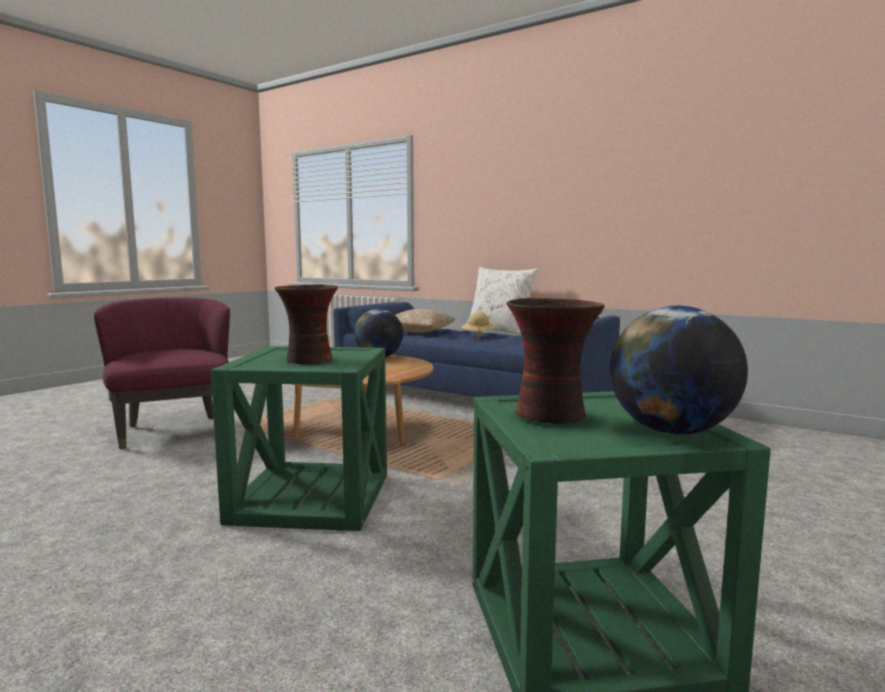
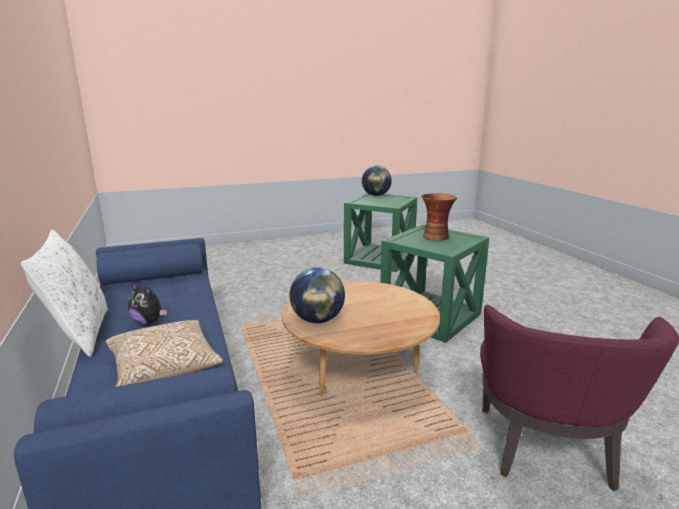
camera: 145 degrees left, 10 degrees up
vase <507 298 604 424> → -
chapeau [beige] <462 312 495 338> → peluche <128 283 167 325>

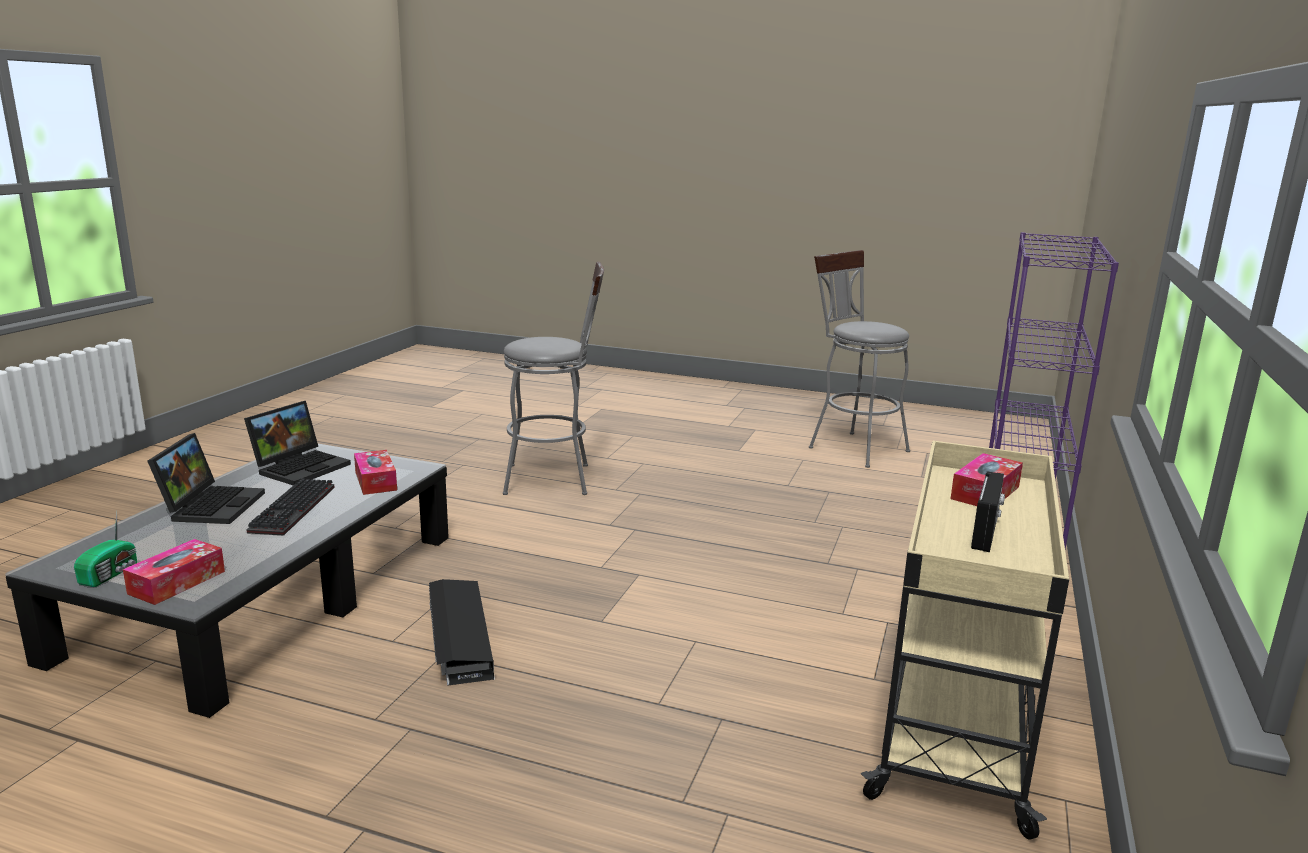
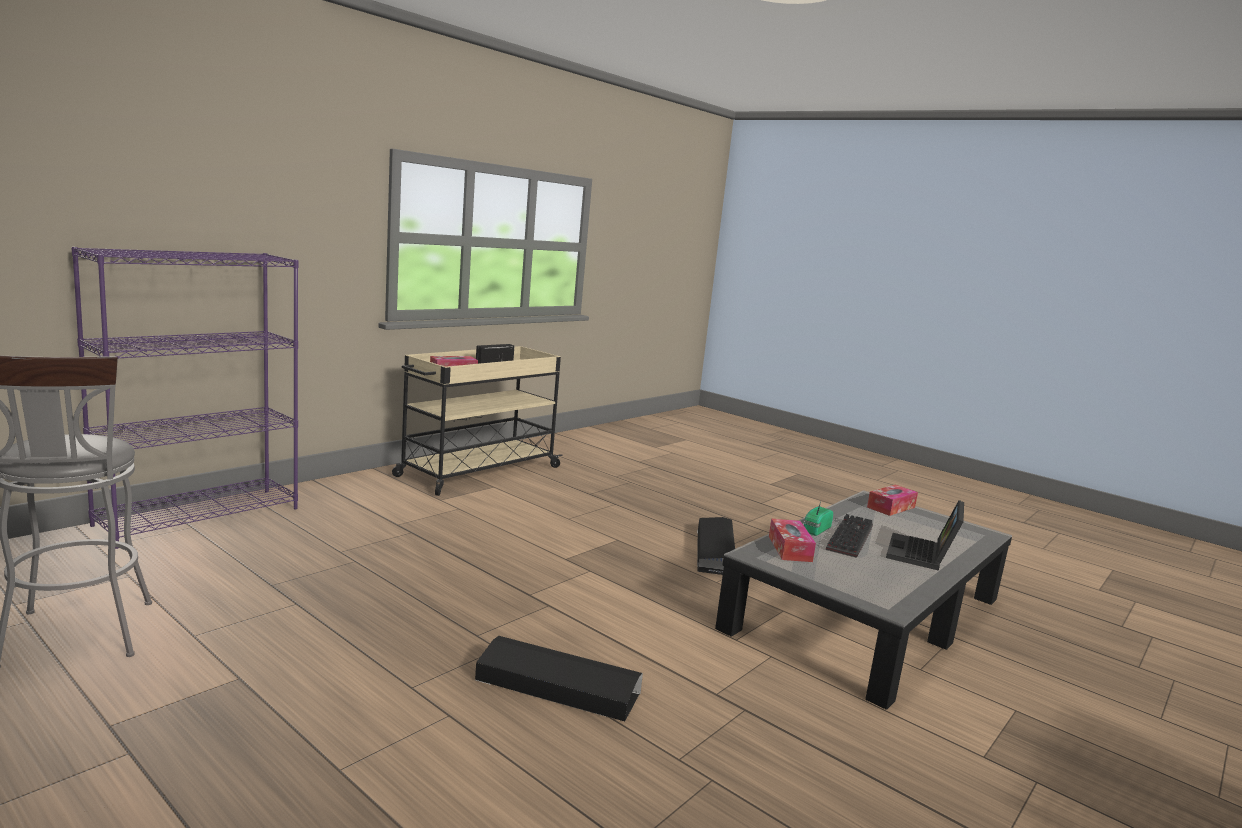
camera: 160 degrees left, 5 degrees down
tabouret [gris] <503 262 604 495> → boîte de rangement [noir] <475 636 643 721>
ordinateur portable <244 401 351 485> → -
radio <74 510 137 587> → radio <803 501 833 536>, moved

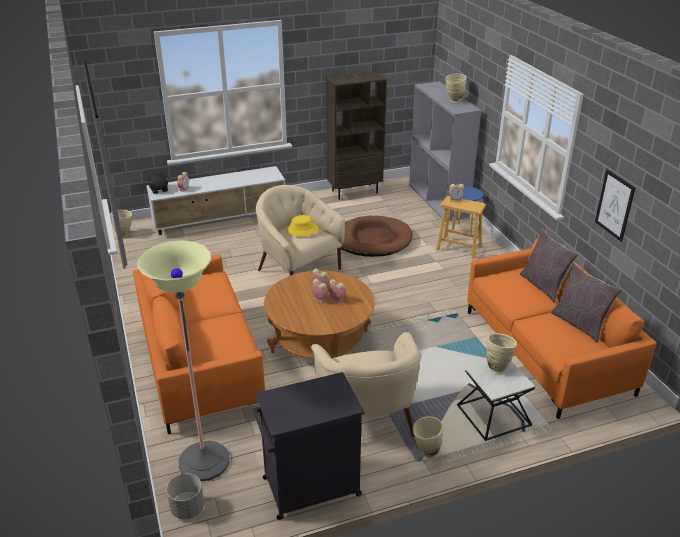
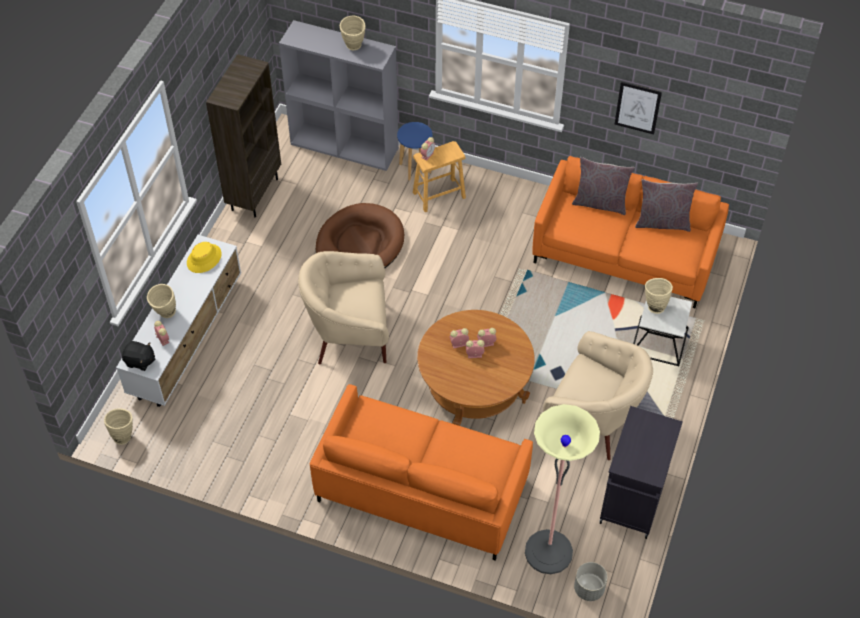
camera: 50 degrees left, 20 degrees up
chapeau [jaune] <286 215 319 237> → chapeau [jaune] <187 242 222 273>, moved
vase [beige] <413 416 443 459> → vase [beige] <147 284 176 318>, moved

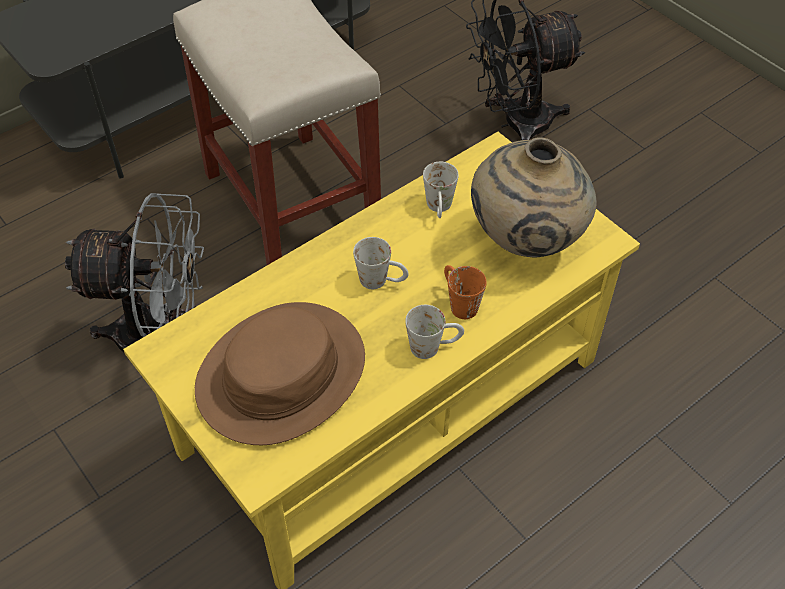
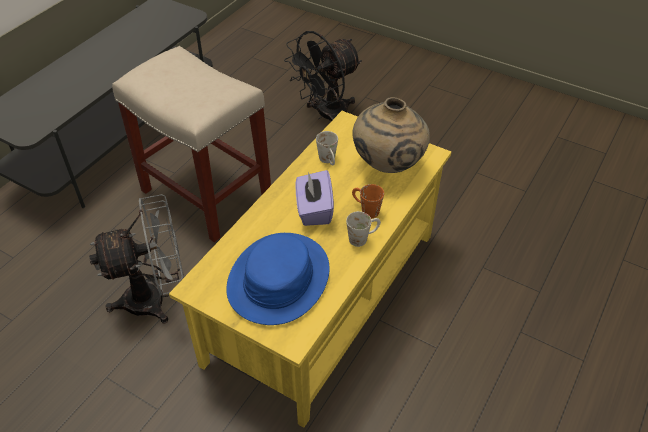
camera: 20 degrees left, 5 degrees down
mug [blanc] <353 237 409 289> → boîte à mouchoirs [violet] <296 170 334 226>
chapeau [marron] <195 302 365 445> → chapeau [bleu] <226 233 330 325>

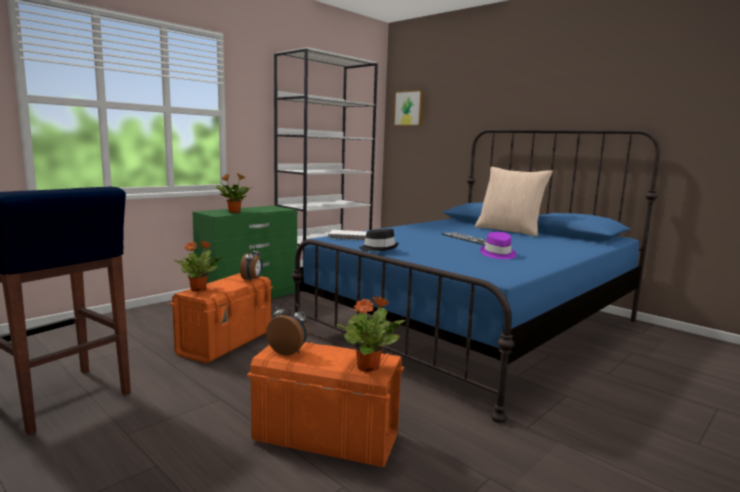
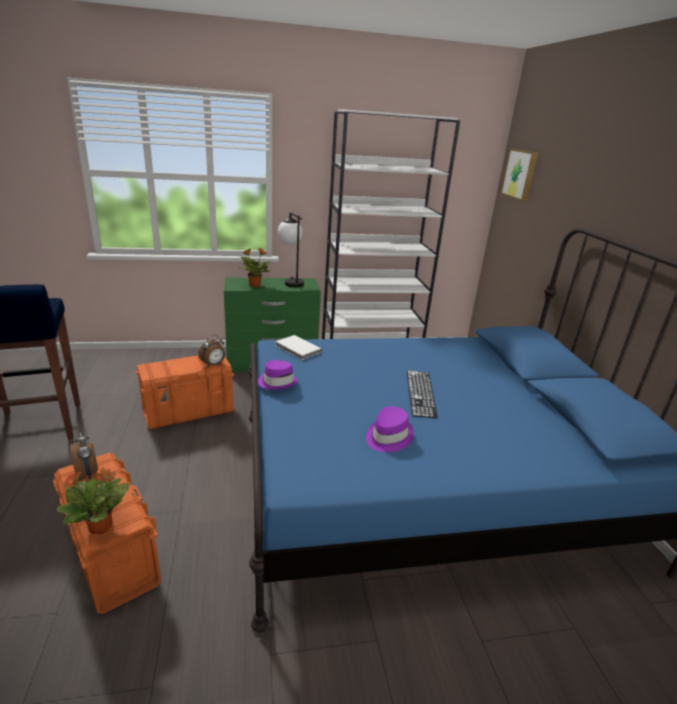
camera: 35 degrees right, 15 degrees up
coussin [beige] <475 167 553 237> → -
chapeau [noir] <359 229 399 251> → chapeau [violet] <258 360 298 390>
plante en pot <174 241 222 292> → -
- → lampe de table <278 212 304 287>

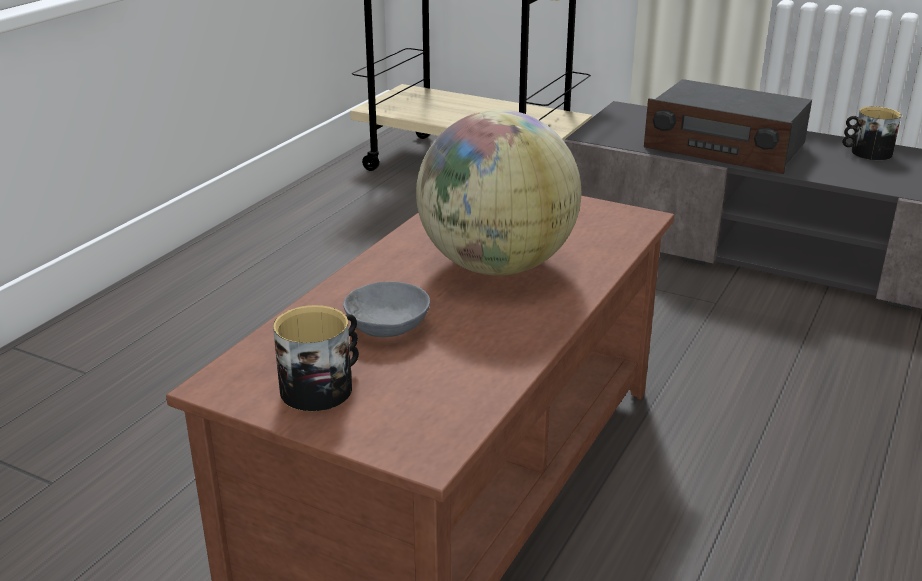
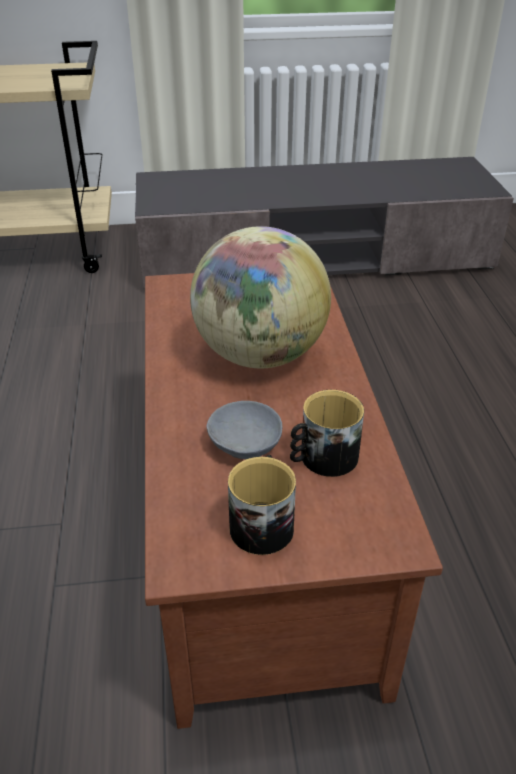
camera: 35 degrees left, 10 degrees up
radio <644 79 812 174> → -
mug <842 107 901 160> → mug <290 390 364 477>, moved

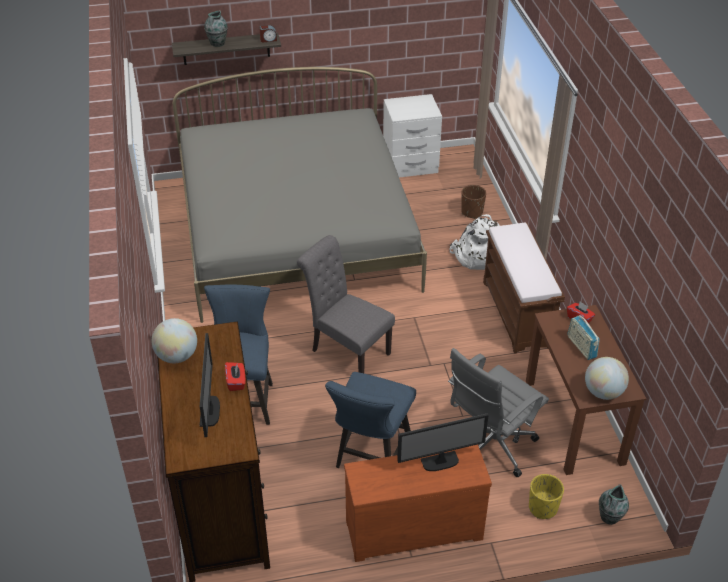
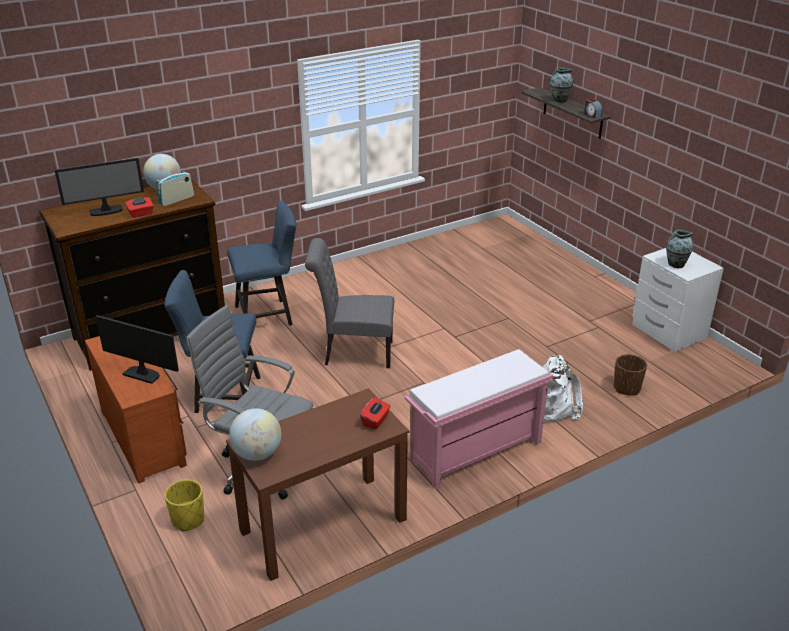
camera: 70 degrees right, 10 degrees down
lit [gris] <173 67 427 323> → -
banc [marron] <483 223 565 354> → banc [rose] <405 349 553 489>
chaise [gris] <297 235 395 373> → chaise [gris] <305 238 394 368>, 105 degrees counterclockwise
radio <567 315 600 360> → radio <156 168 194 206>, moved
écran d'ordinateur <397 413 489 471> → écran d'ordinateur <95 315 179 384>, 150 degrees clockwise
vase <599 484 629 525> → vase <666 229 693 268>, moved

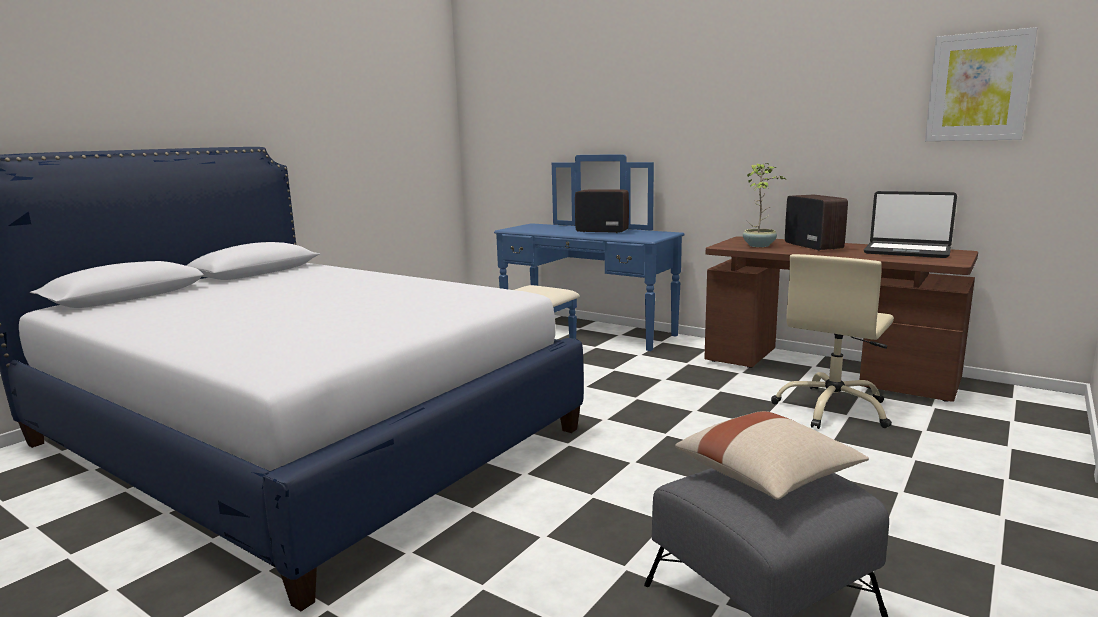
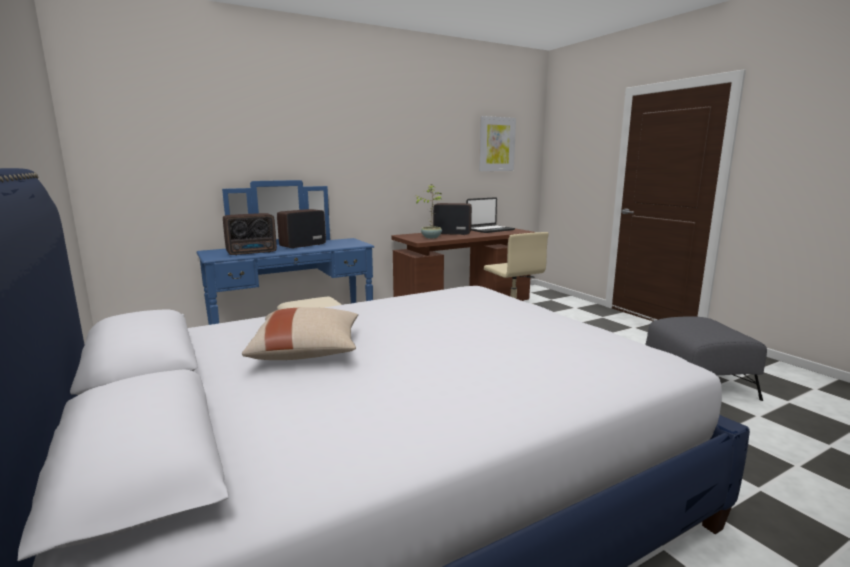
camera: 65 degrees left, 0 degrees up
coussin [beige] <675 411 869 500> → coussin [beige] <242 307 358 360>, moved
- → radio <223 213 277 255>

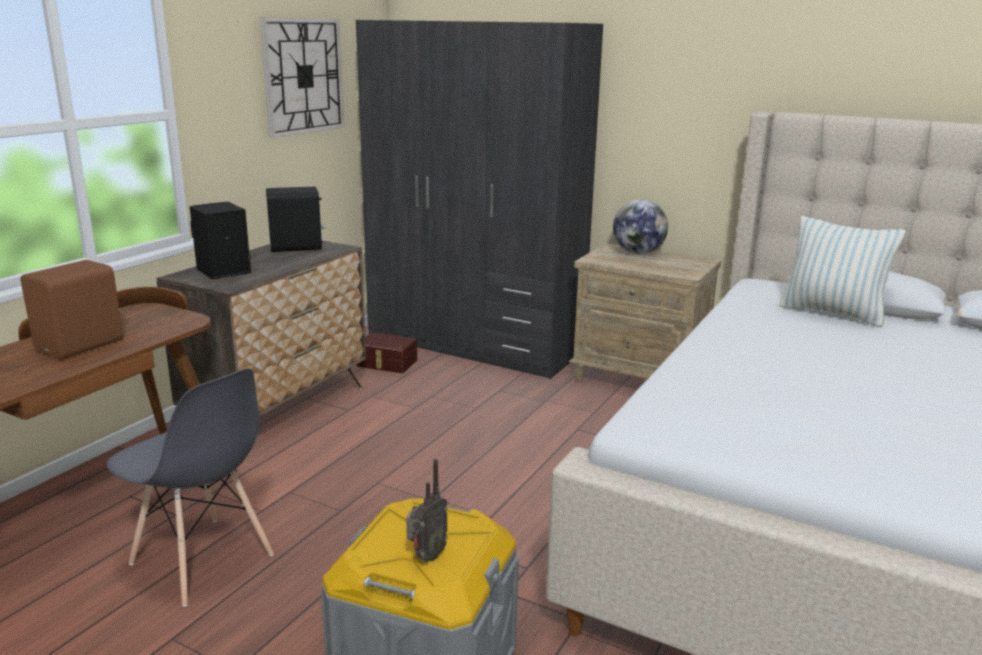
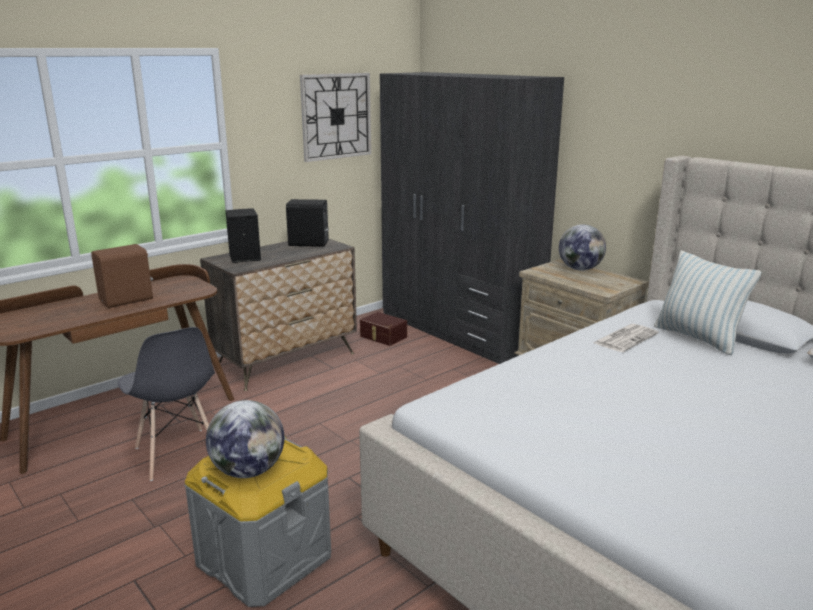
camera: 20 degrees right, 0 degrees up
radio <406 459 448 562> → globe <206 400 284 478>
- → journal <594 324 659 352>

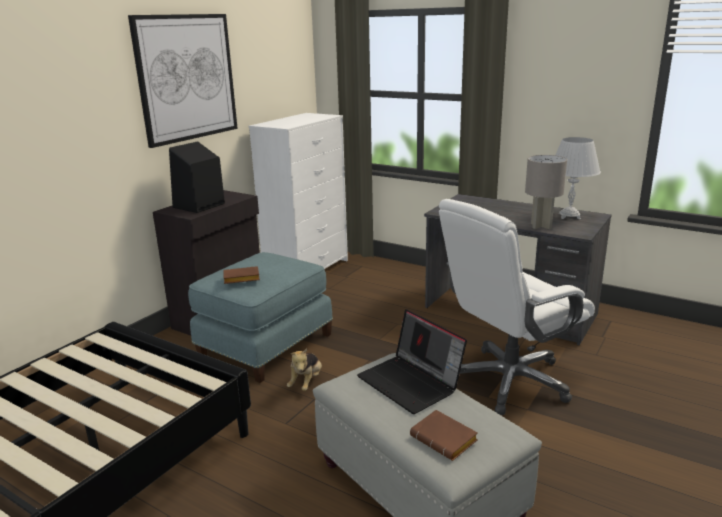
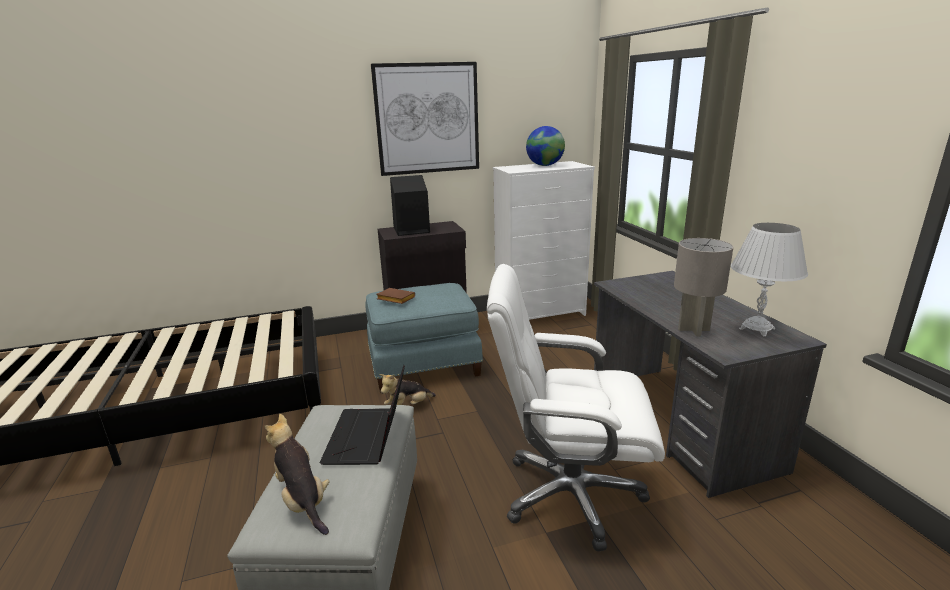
camera: 40 degrees right, 0 degrees up
livre [marron] <410 410 478 461> → peluche <265 414 330 535>
- → globe <526 126 565 166>

